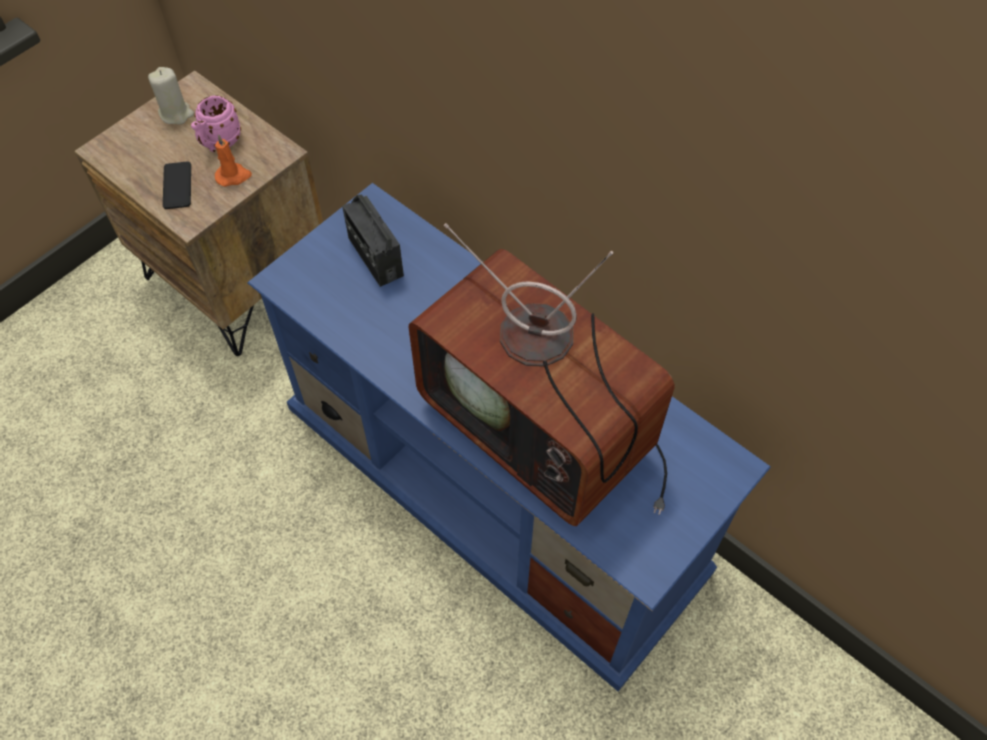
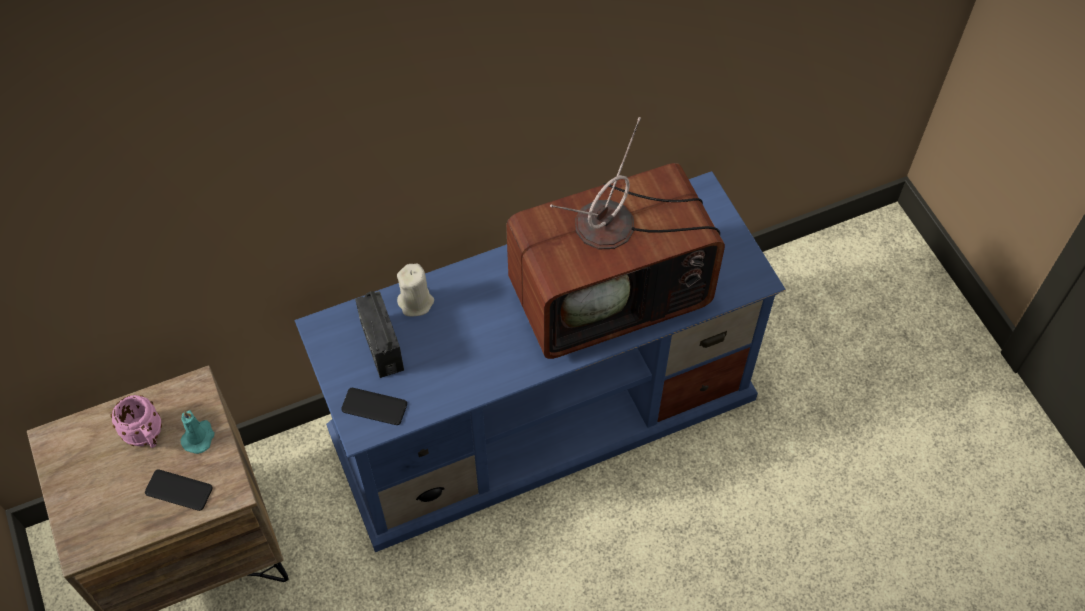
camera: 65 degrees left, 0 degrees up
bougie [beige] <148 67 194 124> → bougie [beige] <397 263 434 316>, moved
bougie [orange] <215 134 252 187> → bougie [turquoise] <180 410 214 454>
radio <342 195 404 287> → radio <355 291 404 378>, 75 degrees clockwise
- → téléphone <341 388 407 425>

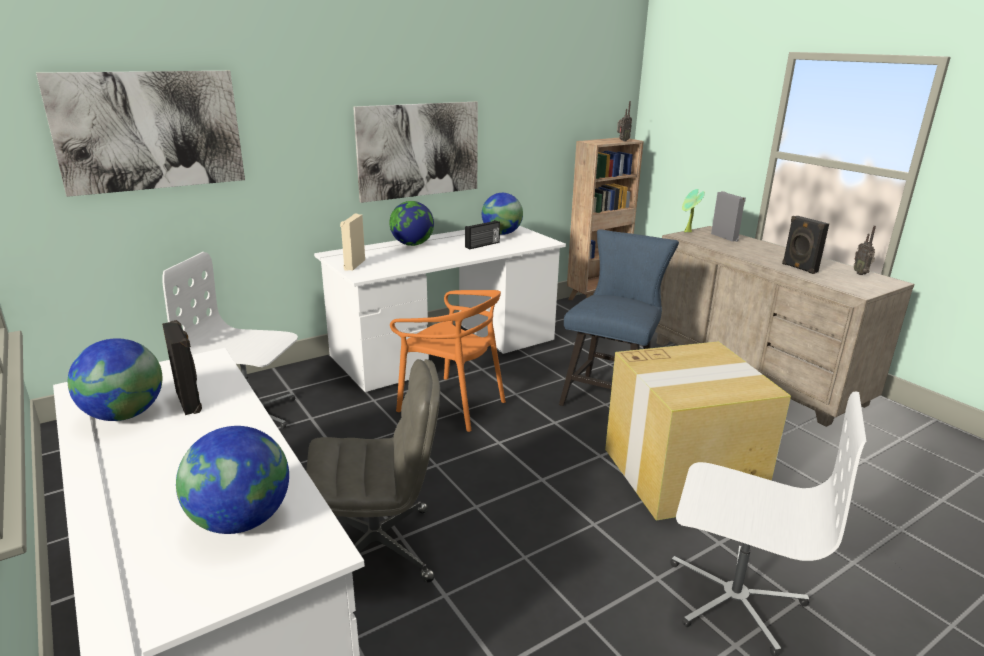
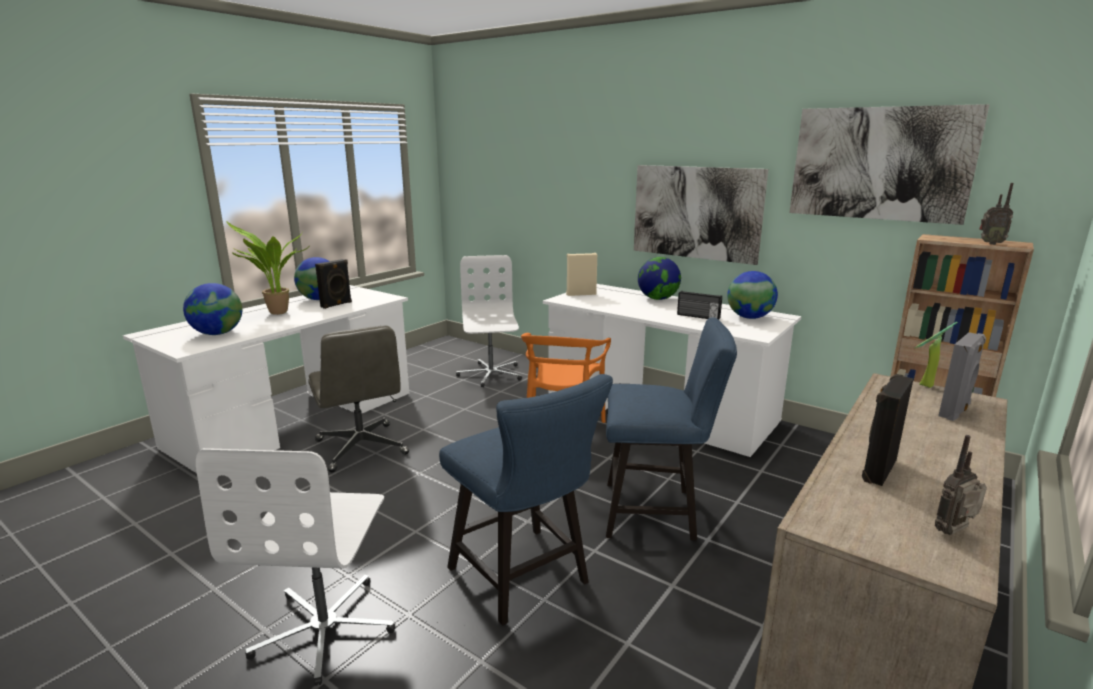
camera: 70 degrees right, 5 degrees down
tableau <36 71 245 197> → tableau <789 104 990 225>, moved
carton <605 341 791 520> → chaise [bleu] <439 374 613 625>
- → plante en pot <226 221 309 315>

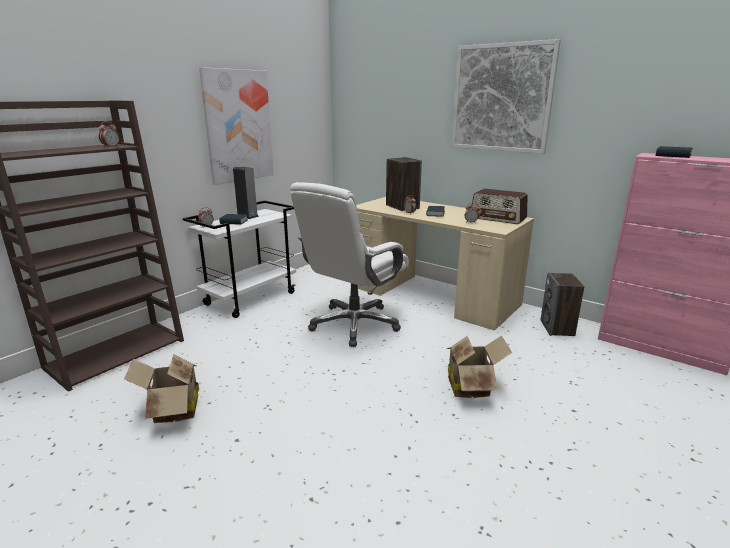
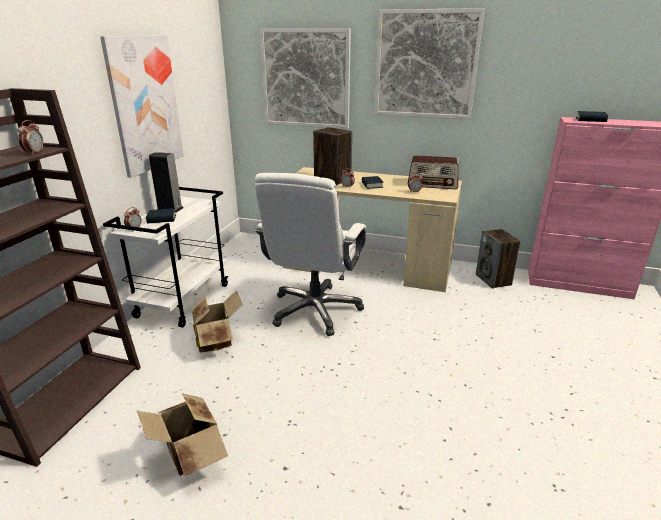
camera: 20 degrees left, 5 degrees up
carton <447 335 512 398> → carton <192 290 243 353>, moved
- → tableau <260 29 351 129>

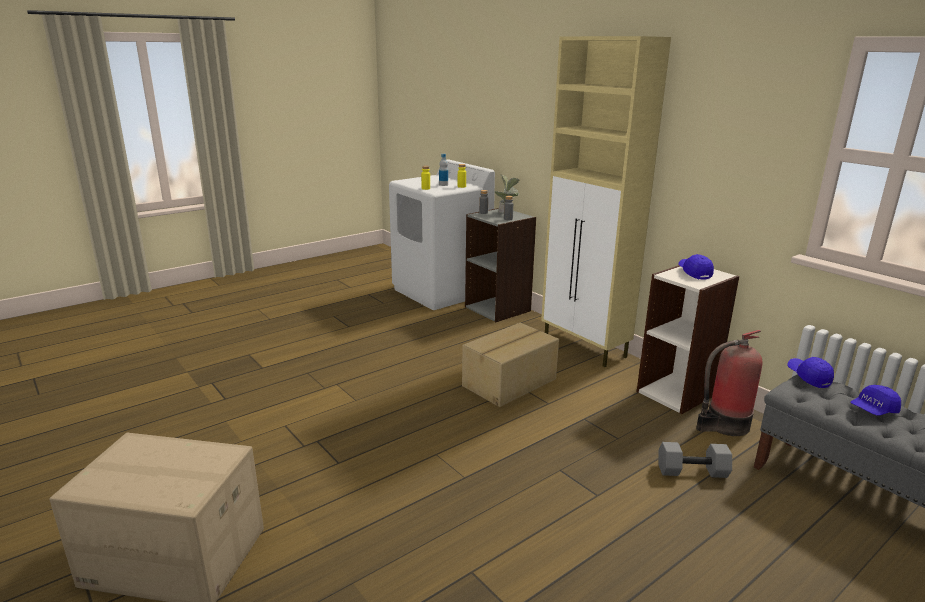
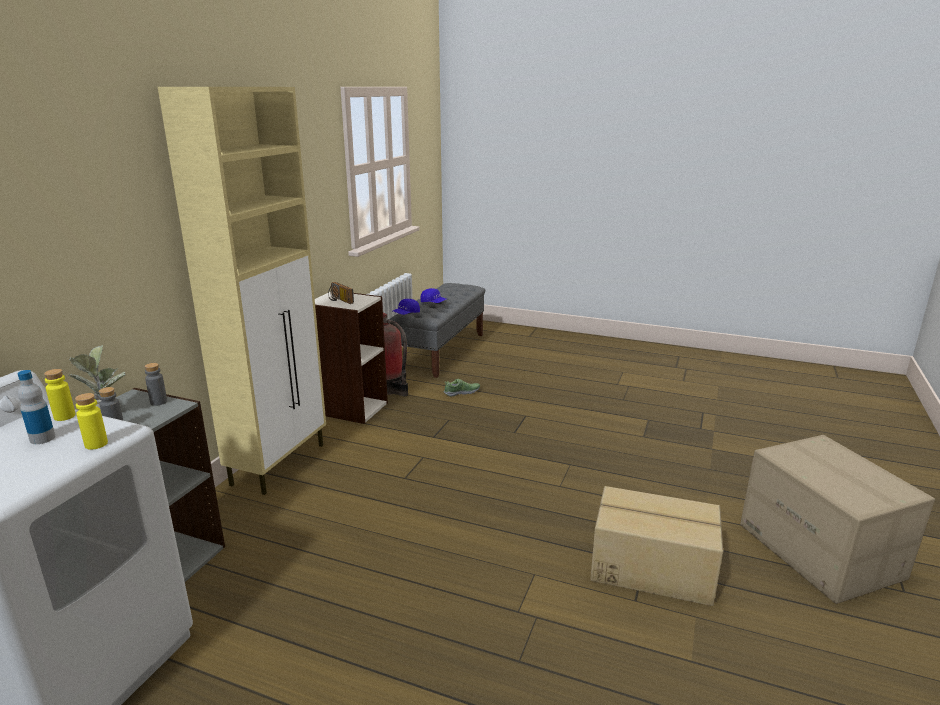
camera: 120 degrees left, 0 degrees up
casquette [bleu] <678 254 714 280> → radio <328 282 354 304>
carton <462 323 559 407> → carton <590 486 723 606>, moved
haltère [gris] <659 442 732 478> → chaussure <444 379 480 397>

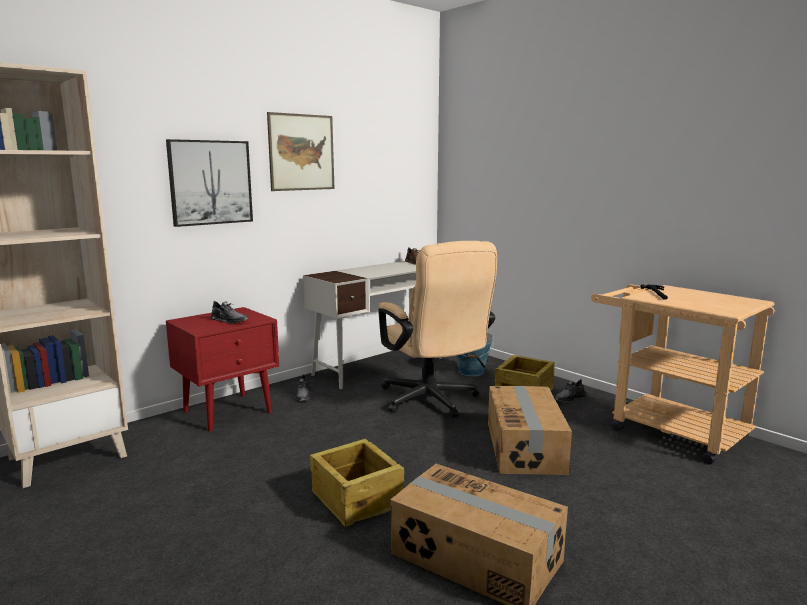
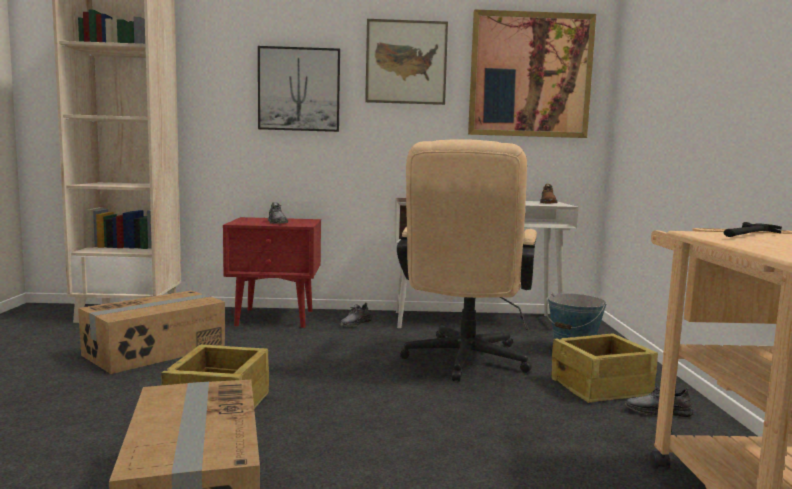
camera: 40 degrees right, 5 degrees down
carton <488 386 572 475> → carton <78 291 225 374>, moved
- → tableau <468 10 596 138>

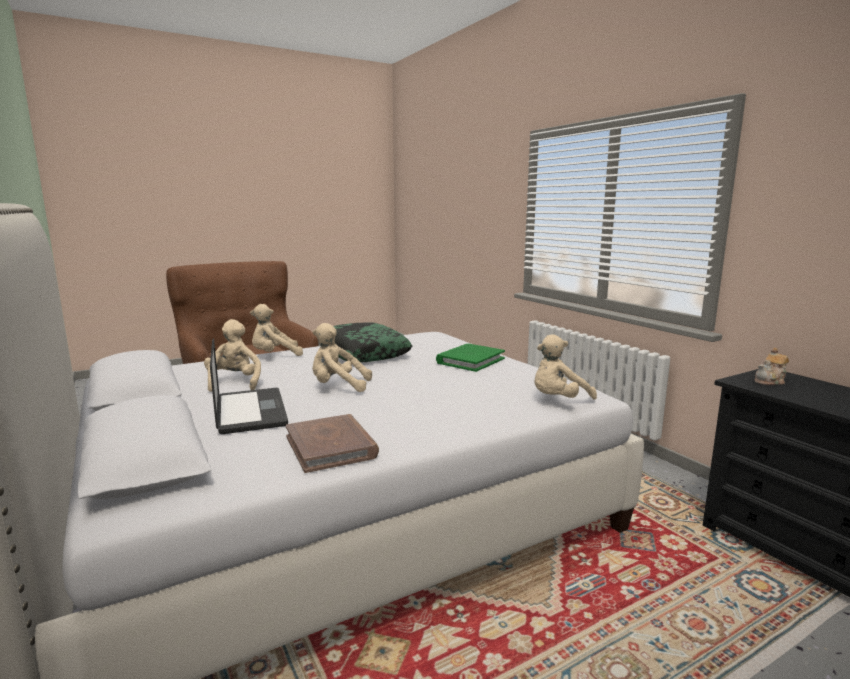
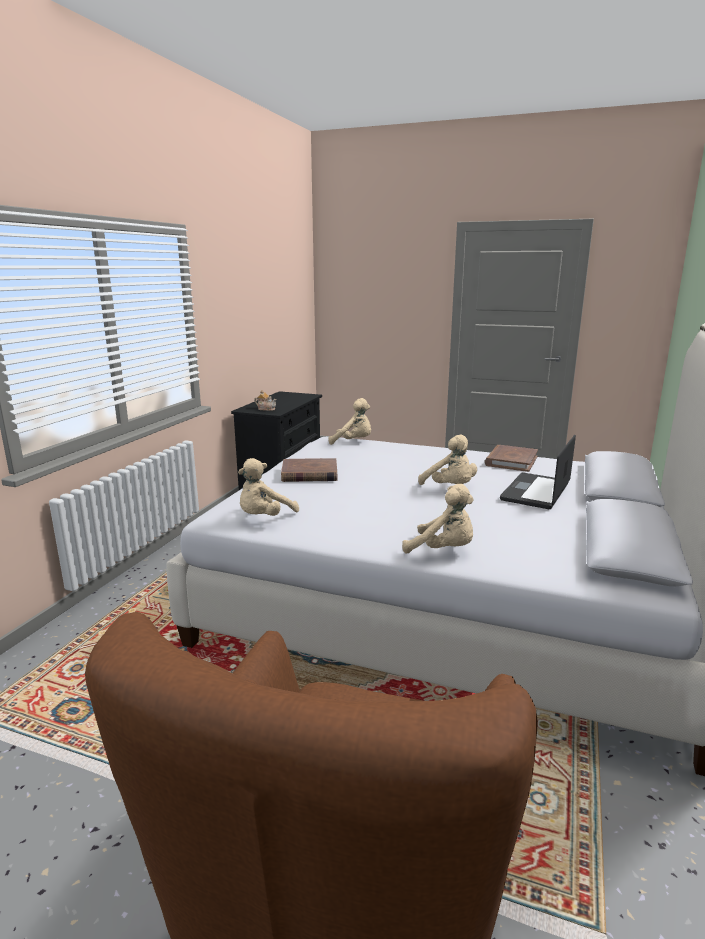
camera: 130 degrees left, 5 degrees up
peluche [beige] <204 319 261 392> → peluche [beige] <238 458 299 516>, moved
coussin <334 323 412 362> → -
livre [vert] <436 344 505 372> → livre [marron] <281 458 337 482>

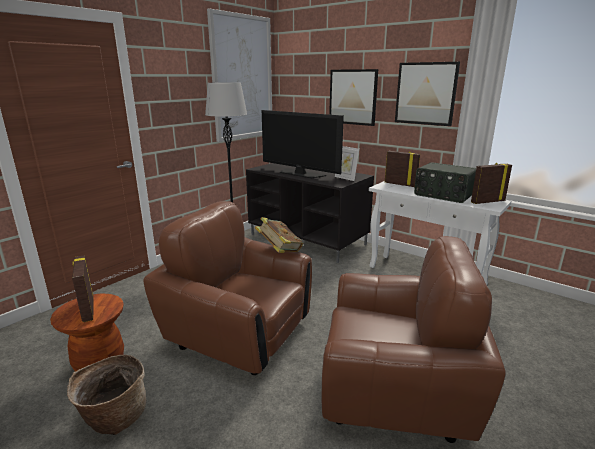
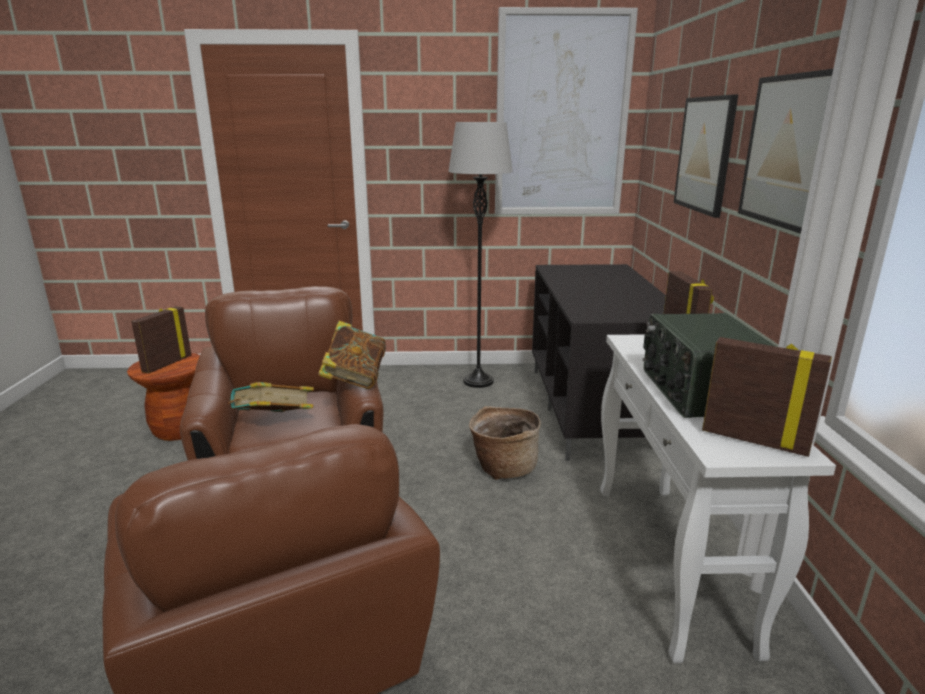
camera: 50 degrees right, 0 degrees up
téléviseur <262 110 344 178> → -
cadre photo <335 146 359 181> → -
panier <67 355 146 435> → panier <469 406 541 480>, moved
- → livre <227 382 314 412>

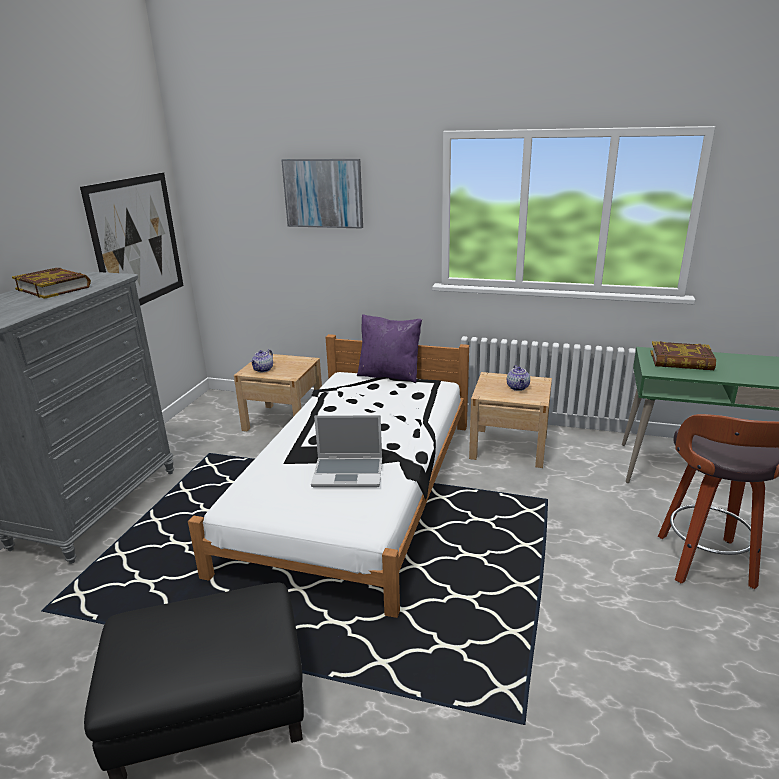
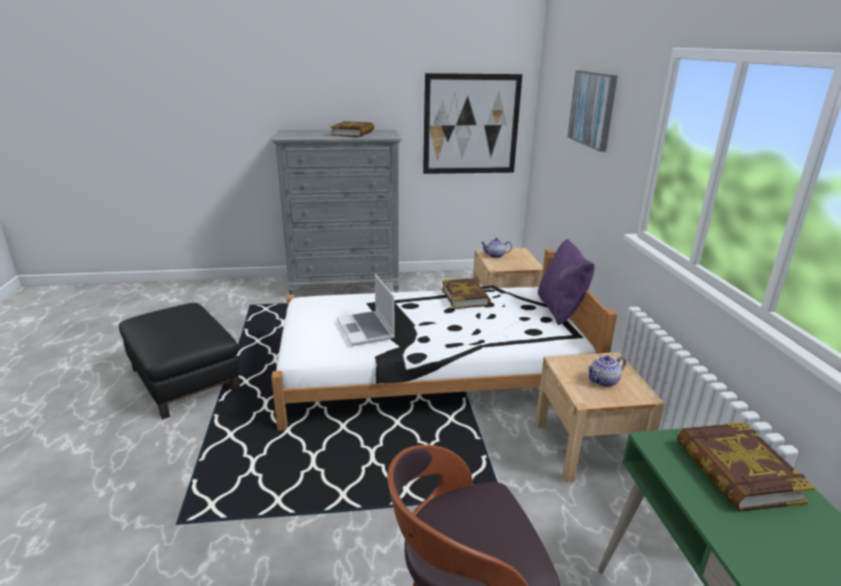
camera: 65 degrees right, 0 degrees up
- → livre <442 278 491 309>

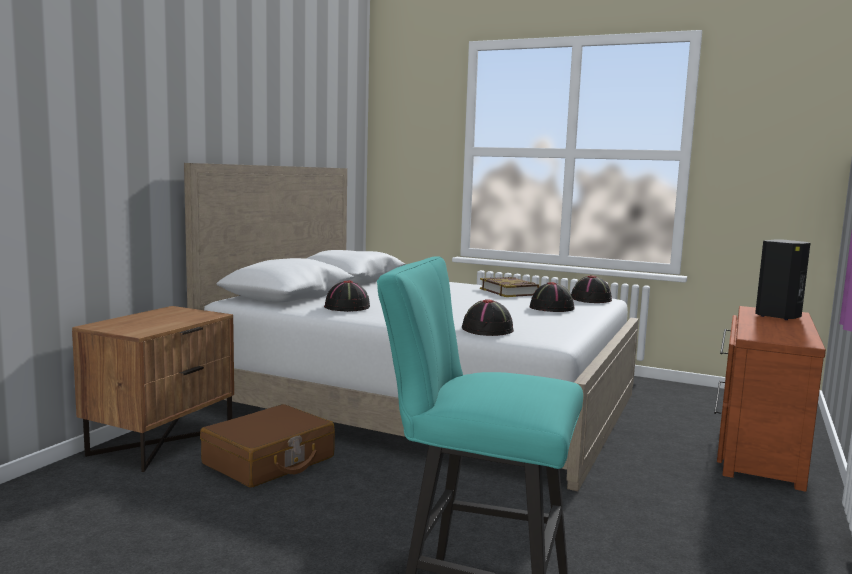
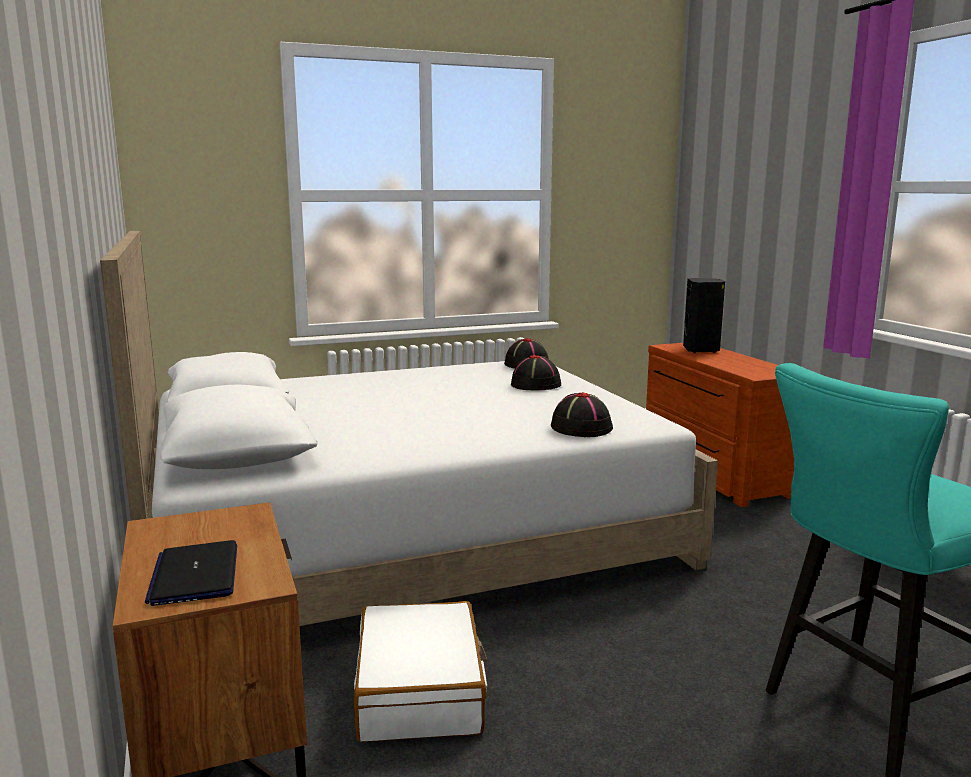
camera: 45 degrees left, 5 degrees up
livre <480 277 540 297> → -
chapeau [noir] <324 280 370 312> → -
valise [marron] <200 404 335 488> → valise [blanc] <354 601 488 742>
- → ordinateur portable <145 540 237 606>

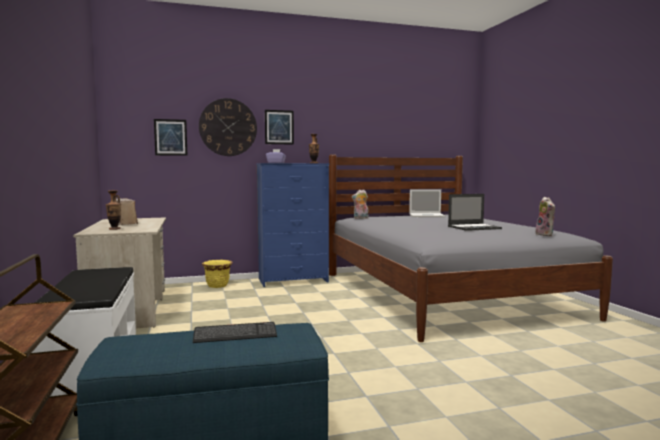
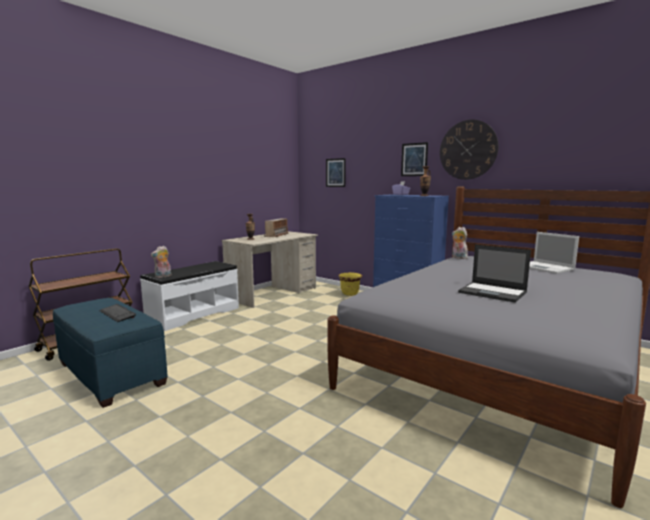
camera: 55 degrees right, 5 degrees up
horloge murale <199 98 257 156> → horloge murale <440 119 499 180>, moved
peluche <535 197 555 236> → peluche <151 246 171 278>, moved

